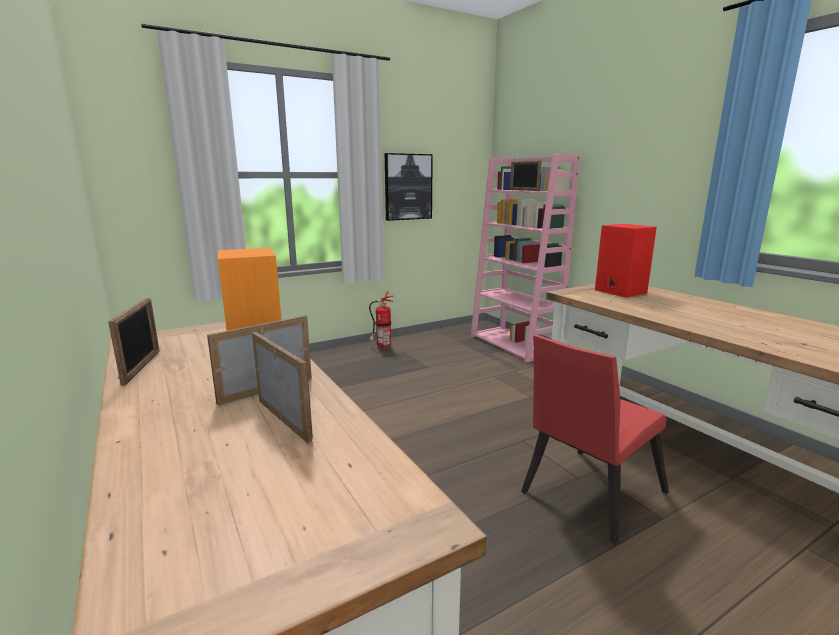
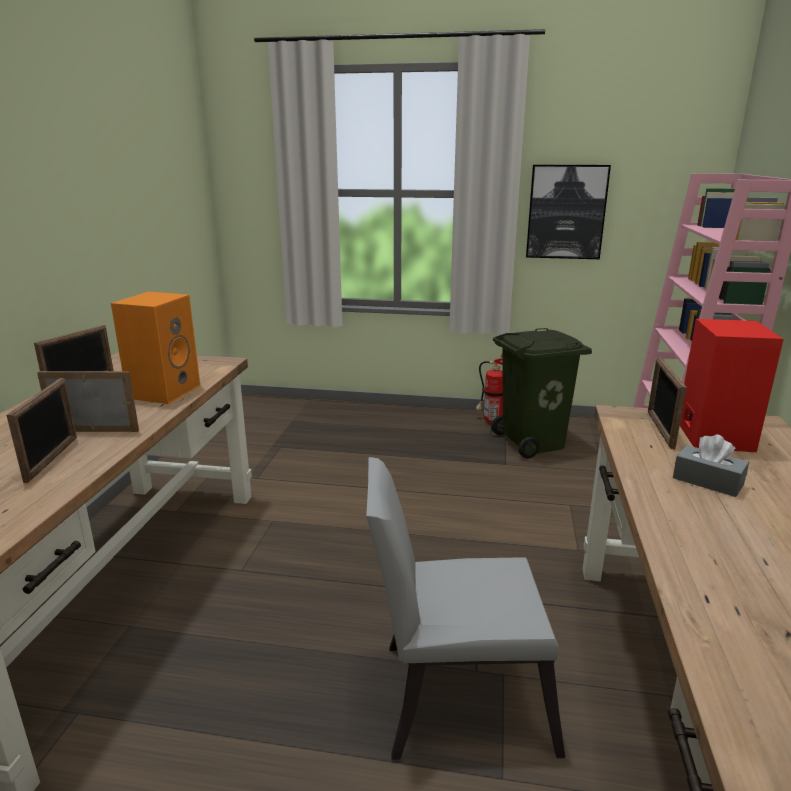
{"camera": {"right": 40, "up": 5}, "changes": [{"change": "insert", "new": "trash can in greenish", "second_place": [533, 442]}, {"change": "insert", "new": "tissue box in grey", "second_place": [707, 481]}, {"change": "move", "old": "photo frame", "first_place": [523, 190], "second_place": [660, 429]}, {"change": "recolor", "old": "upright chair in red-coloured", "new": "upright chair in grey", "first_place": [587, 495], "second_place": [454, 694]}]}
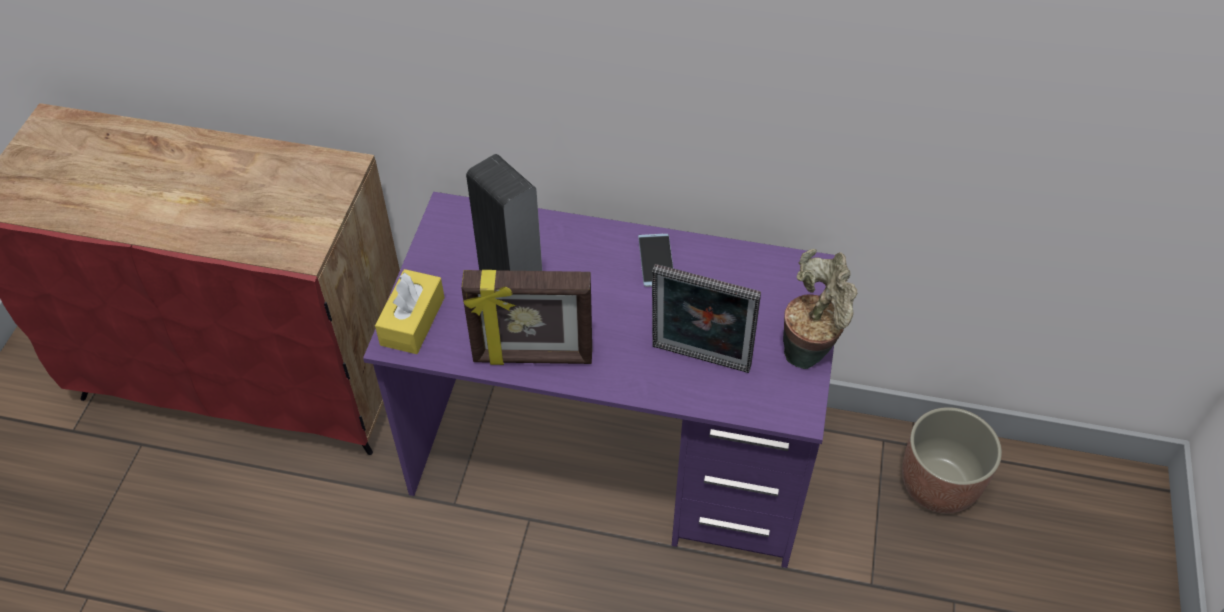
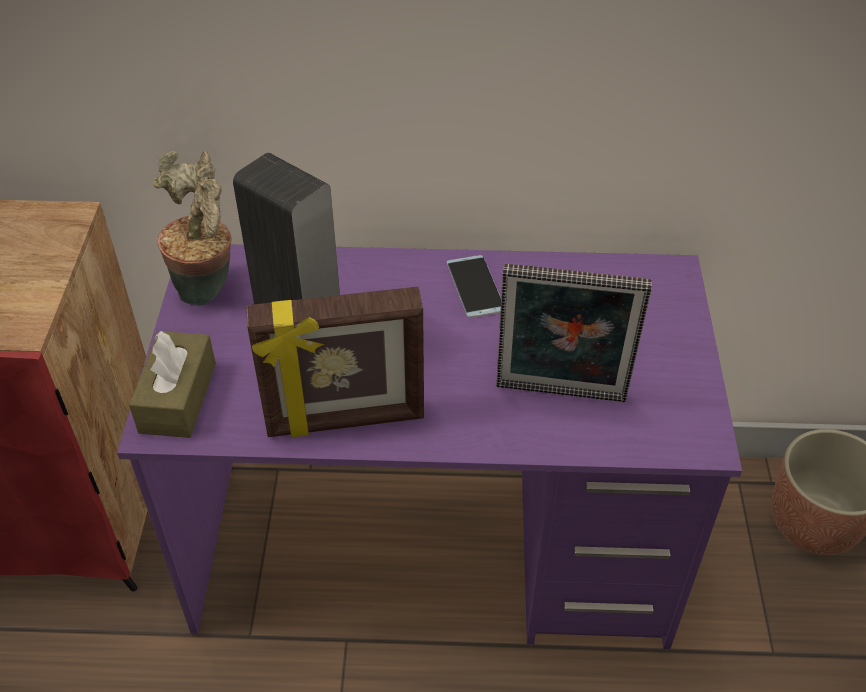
{"camera": {"right": -10, "up": -5}, "changes": [{"change": "move", "old": "houseplant", "first_place": [809, 352], "second_place": [208, 287]}, {"change": "recolor", "old": "tissue box in yellowish", "new": "tissue box in brown-coloured", "first_place": [412, 321], "second_place": [178, 397]}]}
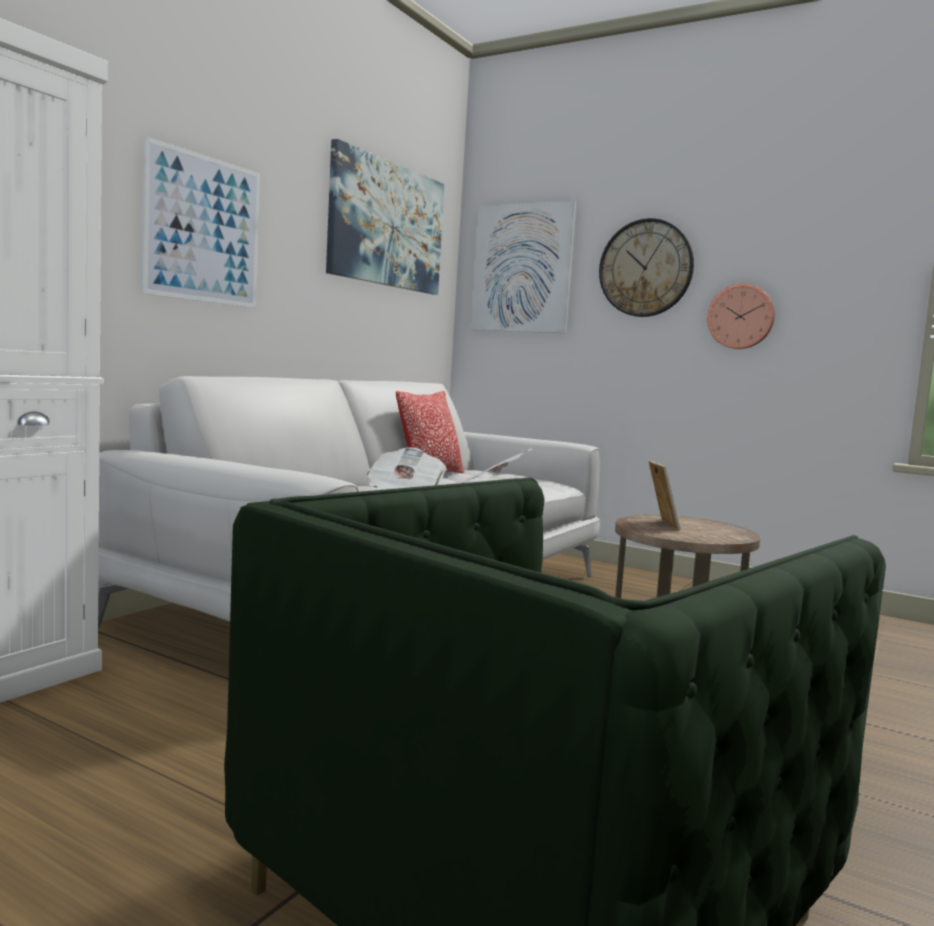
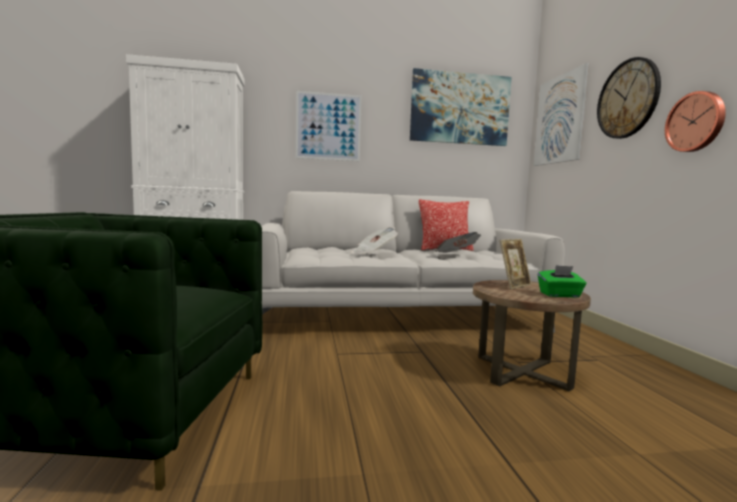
{"camera": {"right": 50, "up": 0}, "changes": [{"change": "insert", "new": "tissue box in greenish", "second_place": [560, 295]}]}
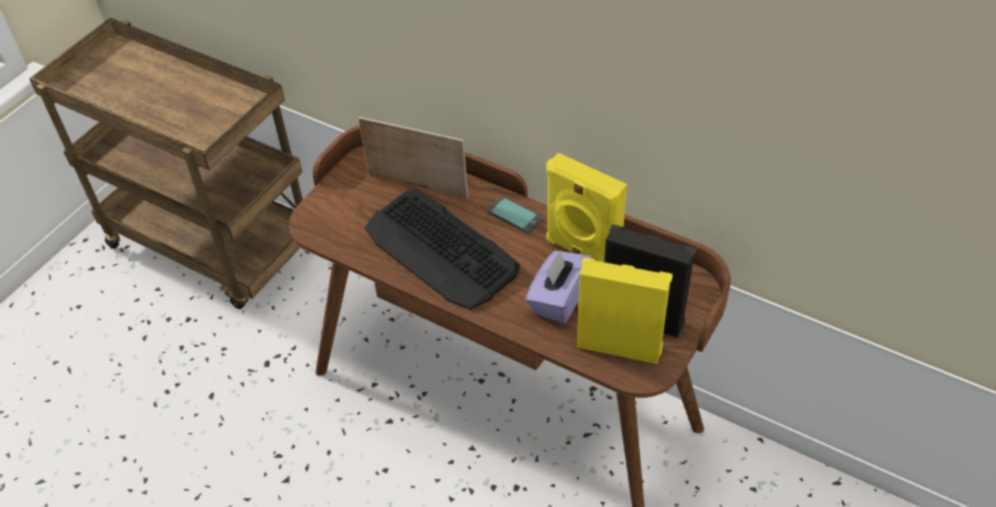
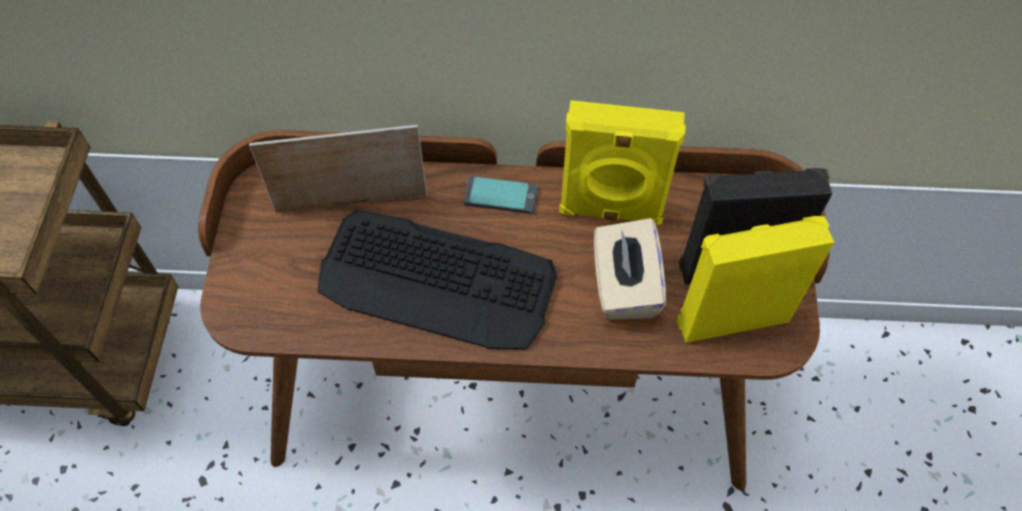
{"camera": {"right": -30, "up": 10}, "changes": [{"change": "recolor", "old": "tissue box in purplish", "new": "tissue box in sand-coloured", "first_place": [559, 299], "second_place": [624, 286]}]}
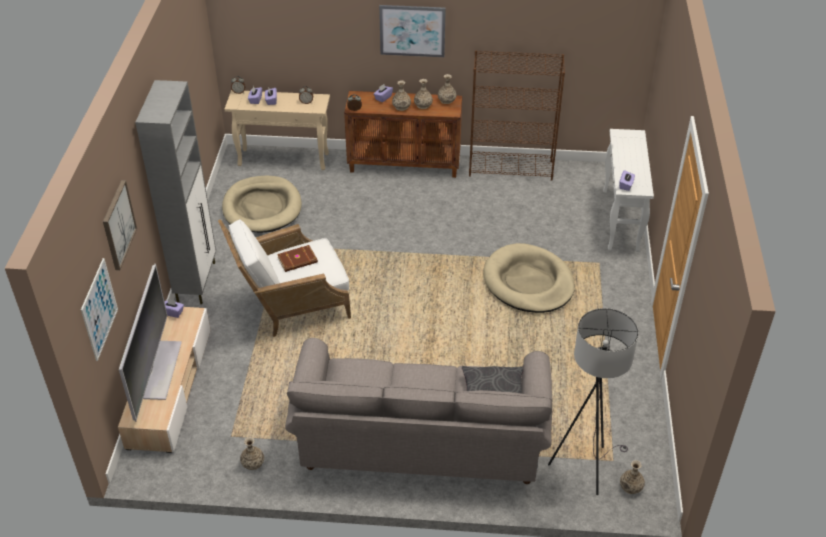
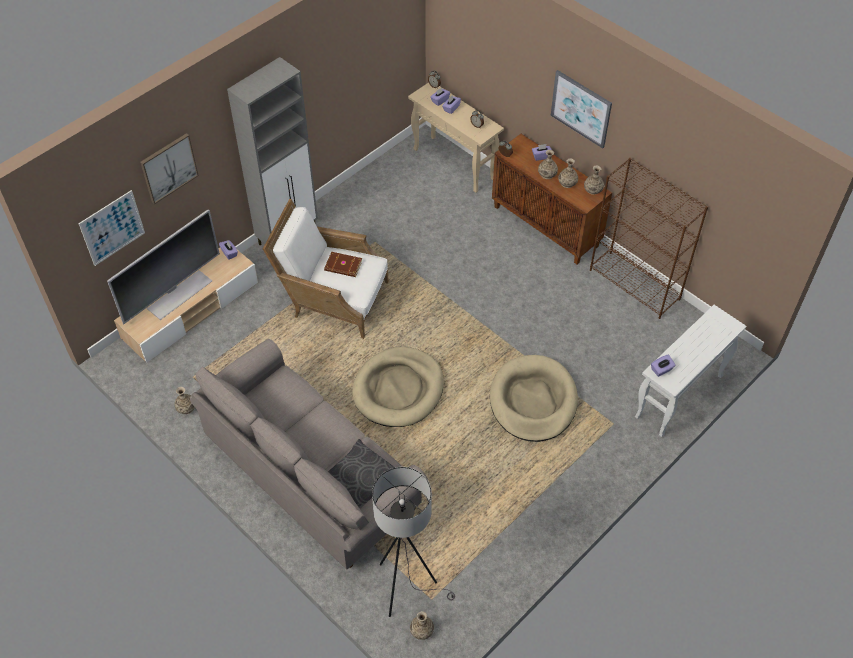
{"camera": {"right": 40, "up": 10}, "changes": [{"change": "move", "old": "dog bed in sand-coloured", "first_place": [262, 207], "second_place": [398, 389]}]}
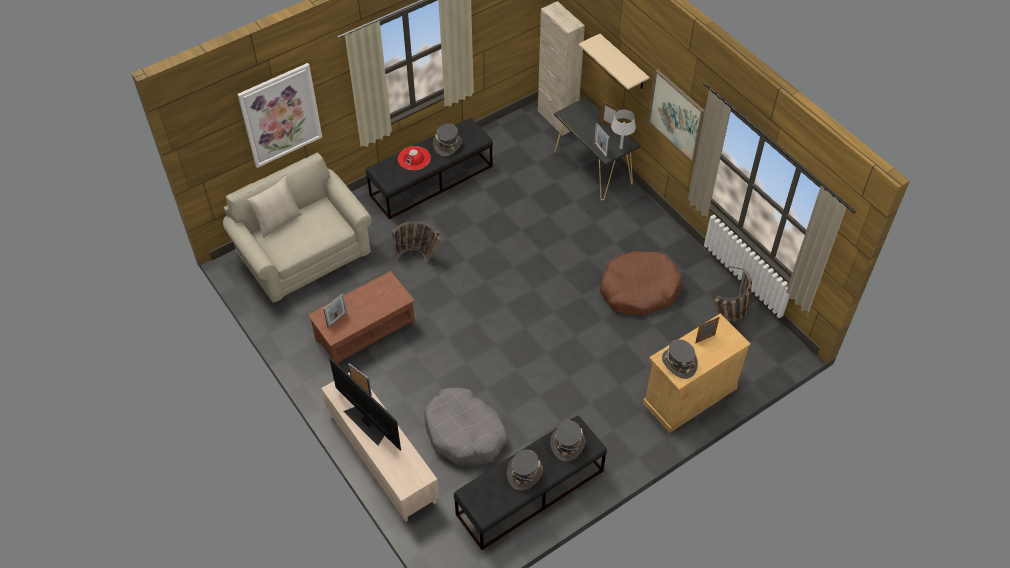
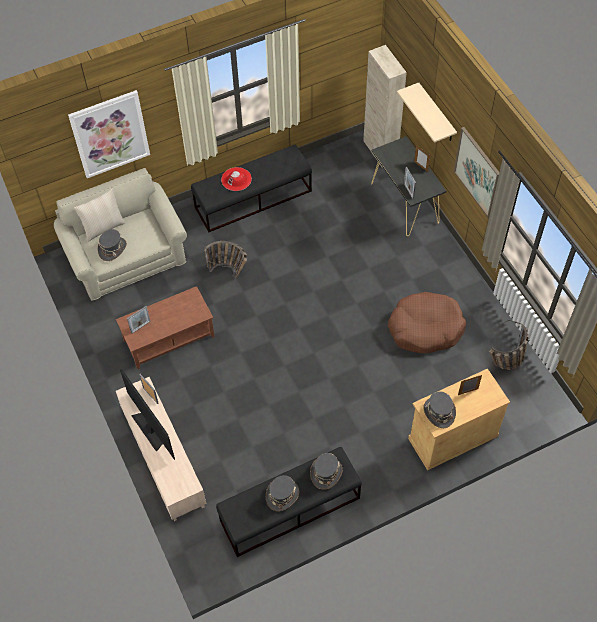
{"camera": {"right": 10, "up": 5}, "changes": [{"change": "delete", "old": "dog bed in grey", "first_place": [464, 433]}, {"change": "delete", "old": "lamp for a table in grey", "first_place": [620, 147]}, {"change": "move", "old": "hat in grey", "first_place": [448, 145], "second_place": [112, 249]}]}
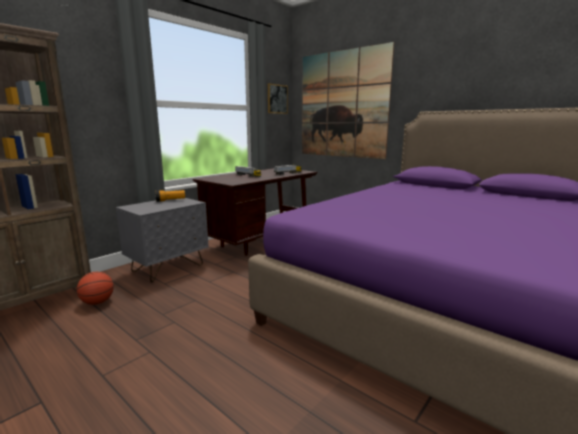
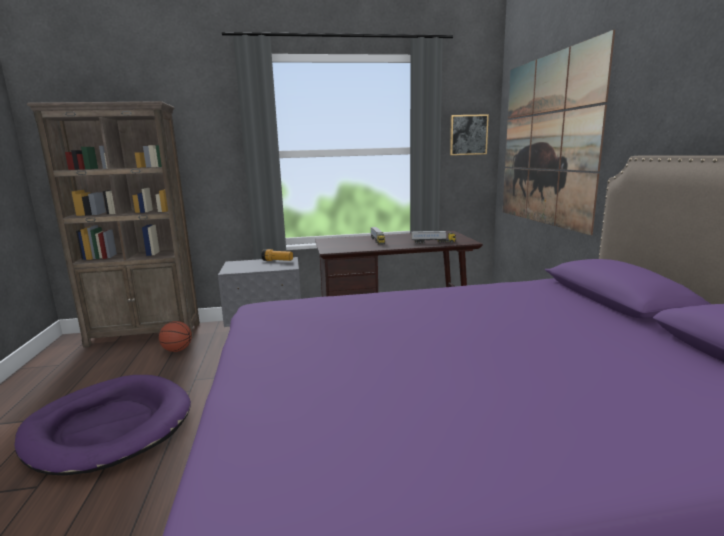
{"camera": {"right": 40, "up": 0}, "changes": [{"change": "insert", "new": "dog bed in purplish", "second_place": [109, 427]}]}
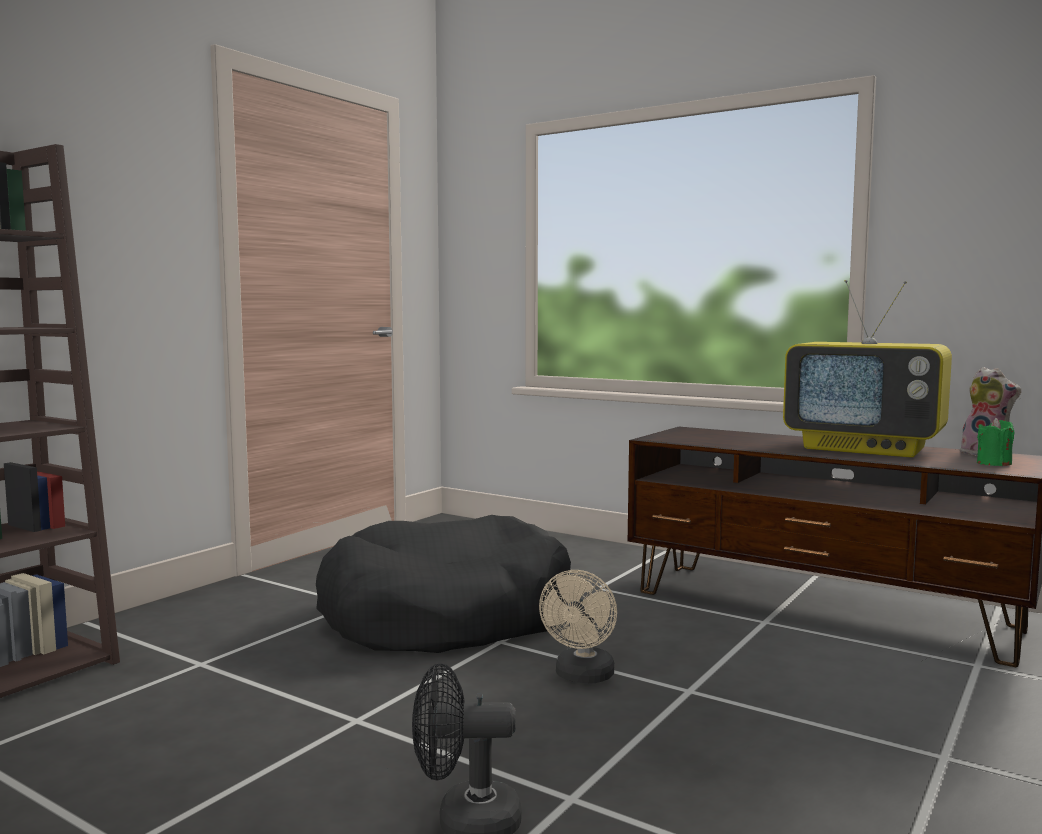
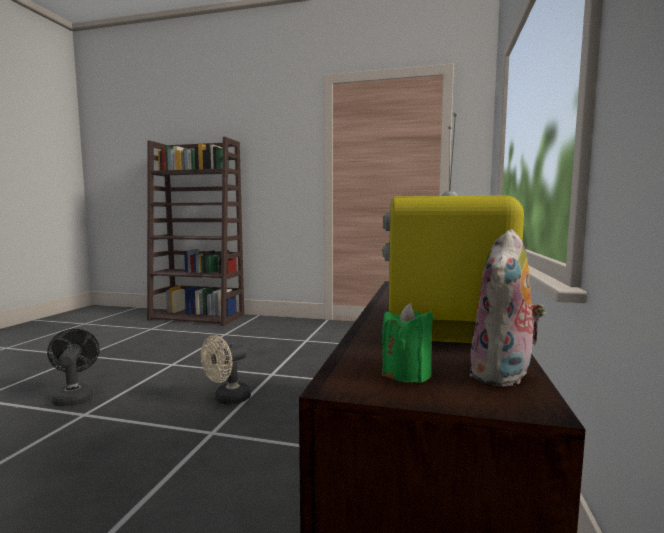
{"camera": {"right": 70, "up": 0}, "changes": [{"change": "delete", "old": "dog bed in black", "first_place": [445, 616]}, {"change": "rotate", "old": "cooling fan in sand-coloured", "first_place": [582, 677], "second_place": [227, 399], "degrees": -45}]}
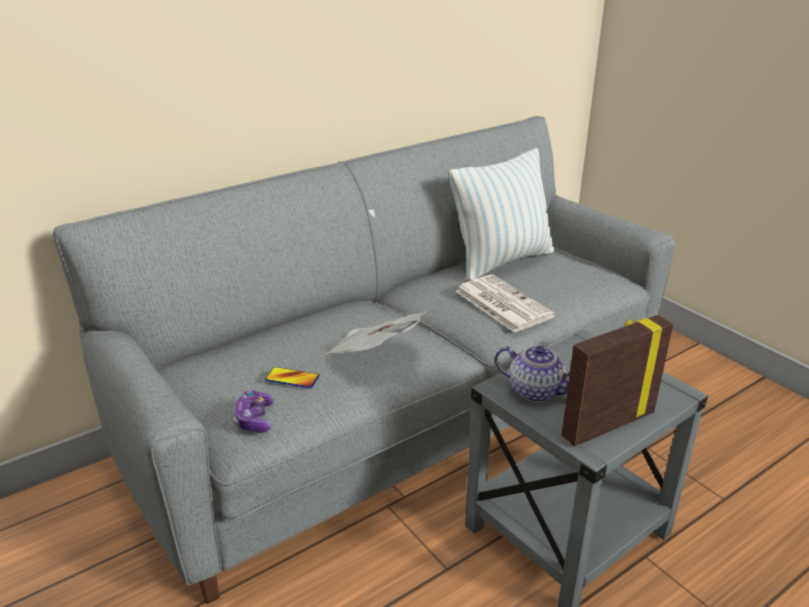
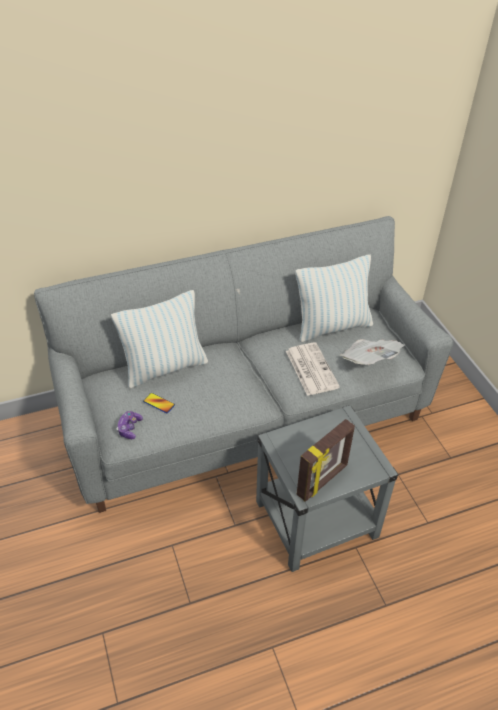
{"camera": {"right": 15, "up": 15}, "changes": [{"change": "delete", "old": "teapot", "first_place": [535, 390]}, {"change": "insert", "new": "throw pillow", "second_place": [165, 367]}, {"change": "move", "old": "printed paper", "first_place": [374, 356], "second_place": [369, 361]}, {"change": "rotate", "old": "photo frame", "first_place": [606, 424], "second_place": [323, 480], "degrees": 150}]}
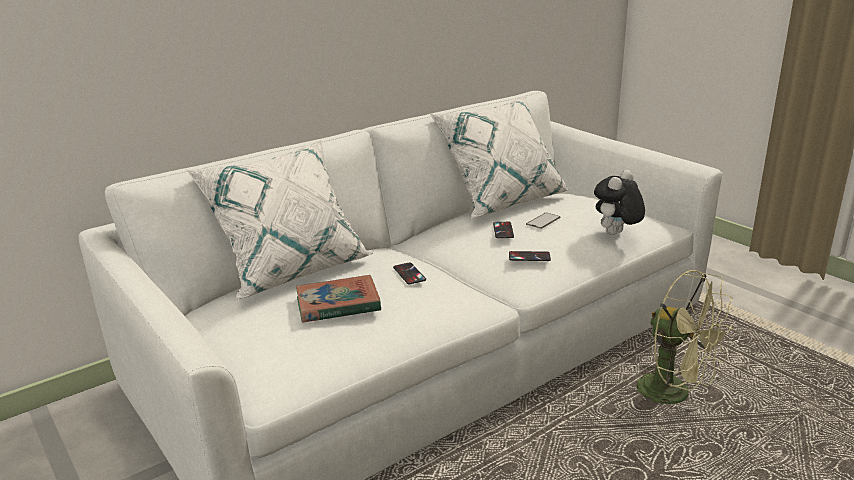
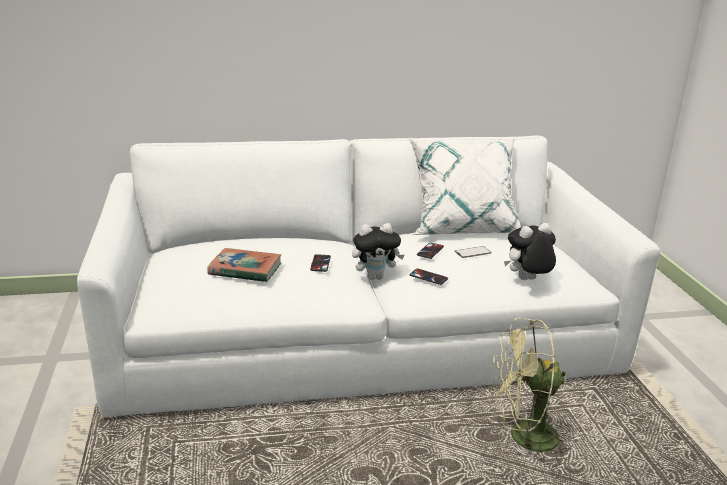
{"camera": {"right": 25, "up": 0}, "changes": [{"change": "delete", "old": "throw pillow in white-coloured", "first_place": [290, 269]}, {"change": "insert", "new": "cuddly toy", "second_place": [375, 277]}, {"change": "rotate", "old": "cooling fan in greenish", "first_place": [675, 394], "second_place": [523, 438], "degrees": 105}]}
